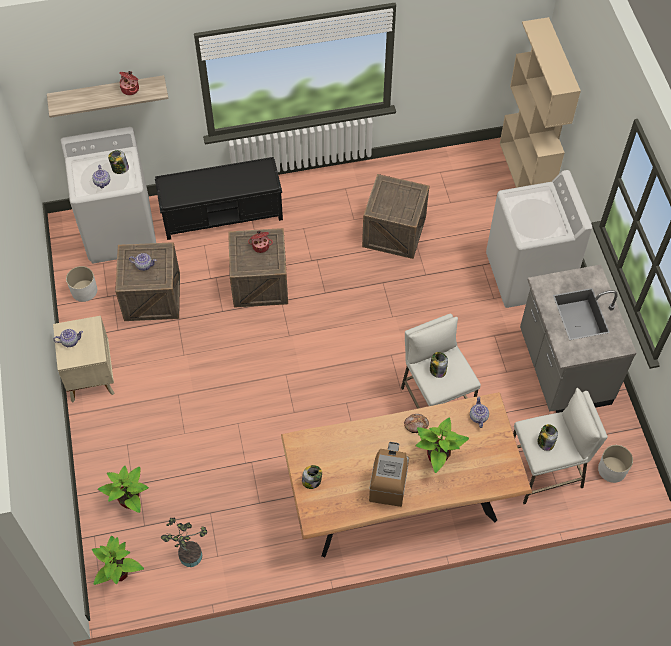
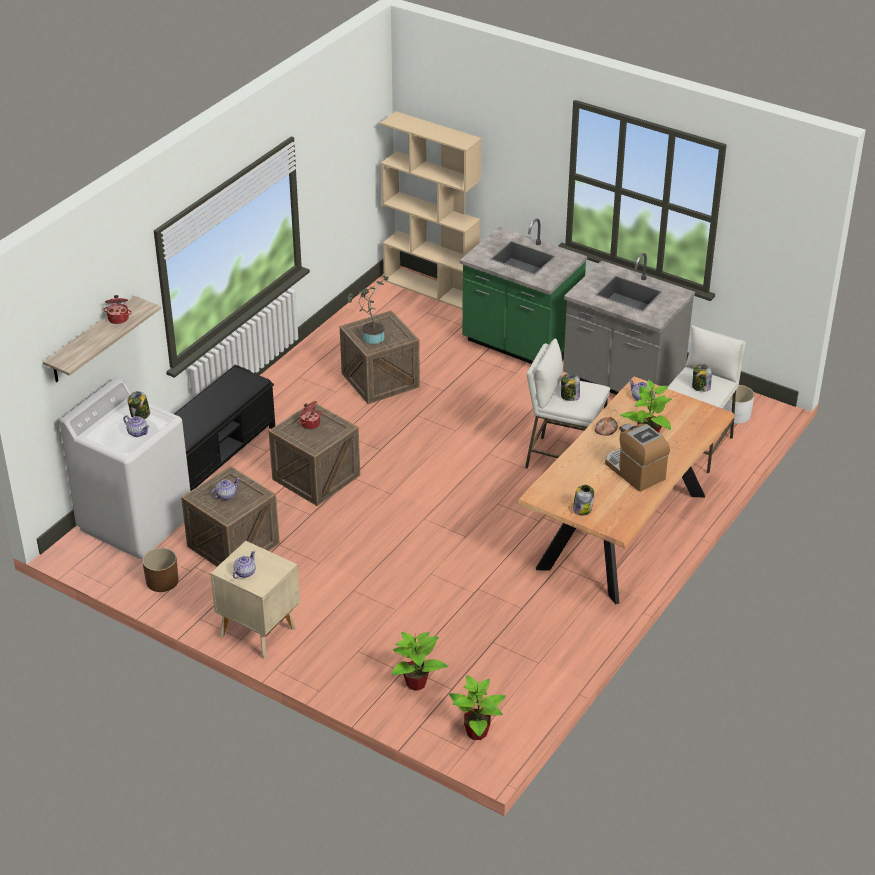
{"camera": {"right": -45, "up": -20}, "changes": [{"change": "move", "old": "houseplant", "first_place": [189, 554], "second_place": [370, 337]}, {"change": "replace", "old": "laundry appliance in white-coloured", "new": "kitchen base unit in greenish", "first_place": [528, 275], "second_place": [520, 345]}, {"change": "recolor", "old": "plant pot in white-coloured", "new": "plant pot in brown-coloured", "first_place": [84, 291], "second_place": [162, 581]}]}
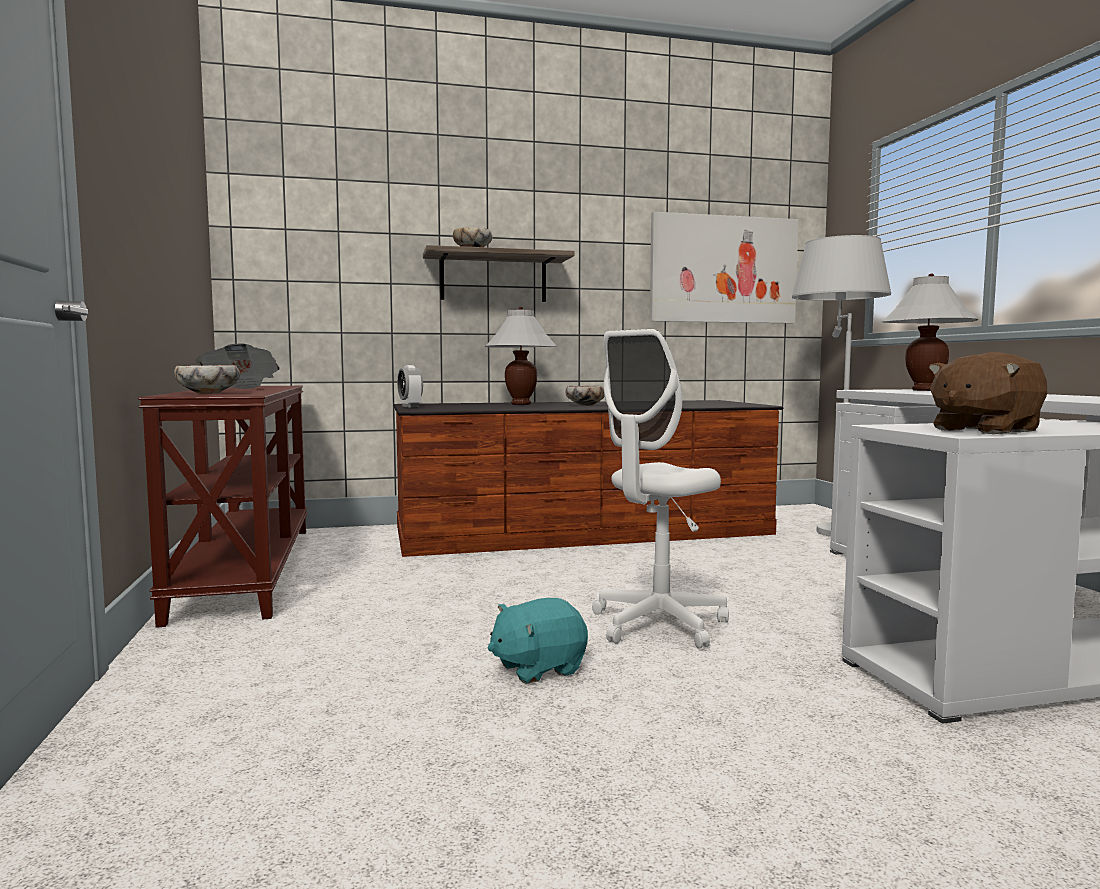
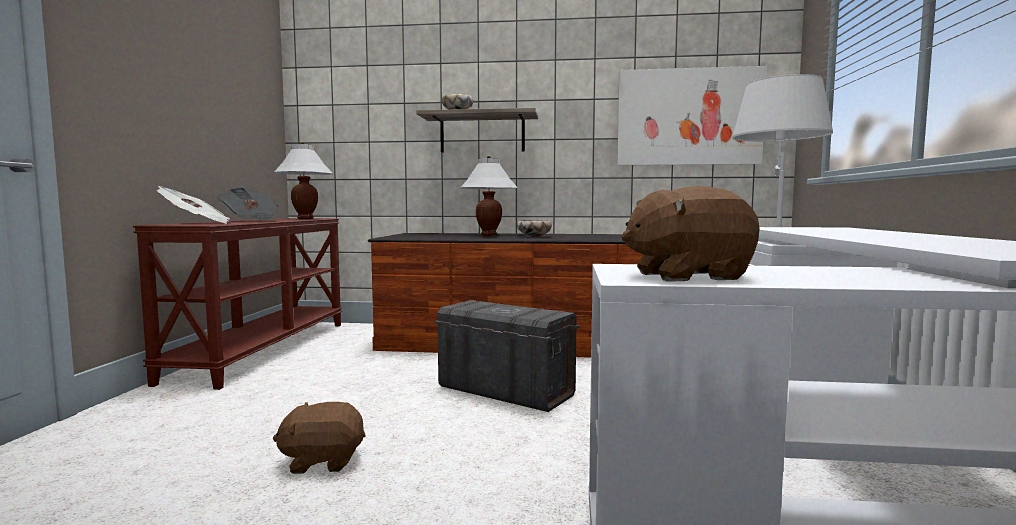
{"camera": {"right": 20, "up": 0}, "changes": [{"change": "delete", "old": "bedside clock", "first_place": [410, 406]}, {"change": "delete", "old": "office chair in white-coloured", "first_place": [658, 625]}, {"change": "insert", "new": "storage box in grey", "second_place": [505, 390]}, {"change": "move", "old": "lamp for a table in white-coloured", "first_place": [924, 390], "second_place": [305, 218]}, {"change": "replace", "old": "serving bowl", "new": "printed paper", "first_place": [209, 393], "second_place": [197, 223]}, {"change": "recolor", "old": "cuddly toy in blue-green", "new": "cuddly toy in brown-coloured", "first_place": [538, 668], "second_place": [323, 461]}]}
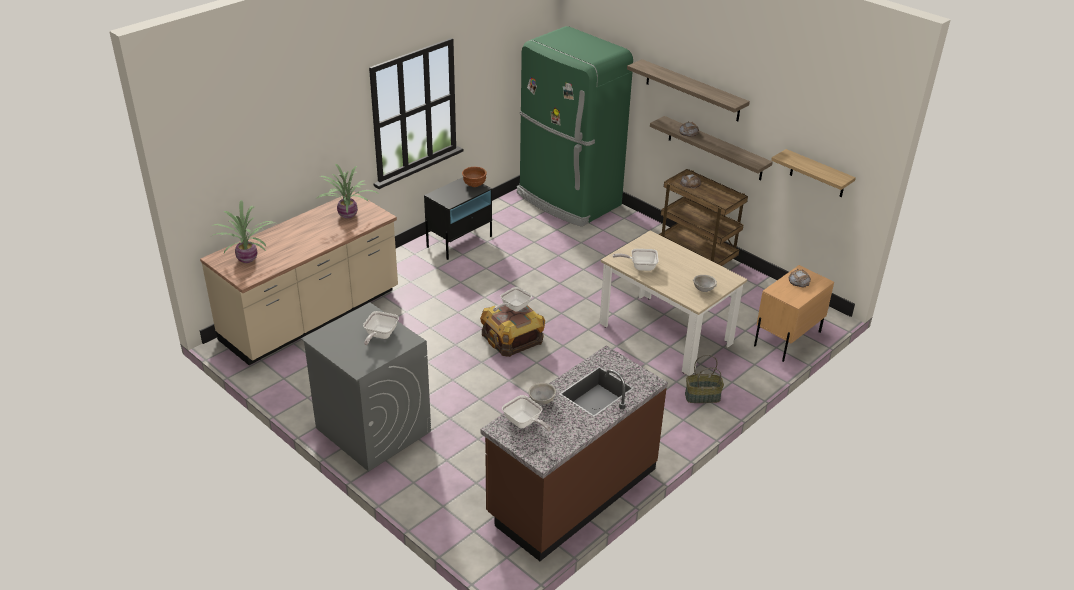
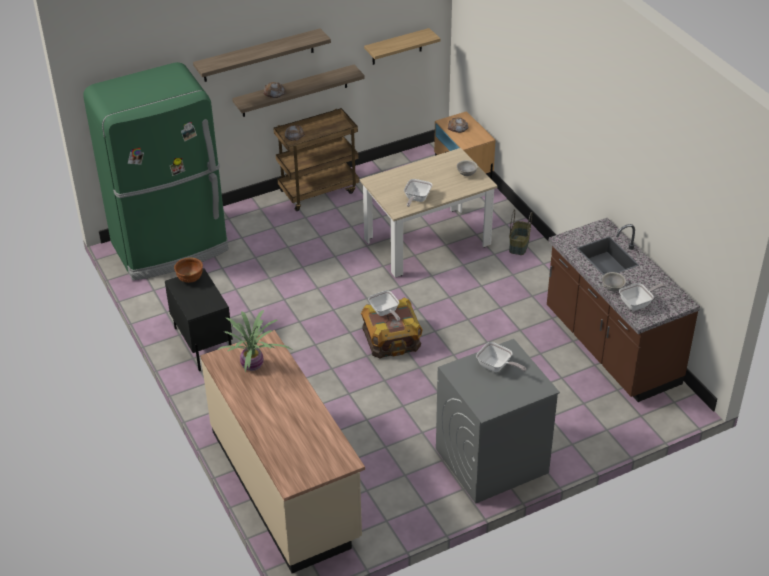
{"camera": {"right": -70, "up": 5}, "changes": [{"change": "delete", "old": "houseplant", "first_place": [248, 259]}]}
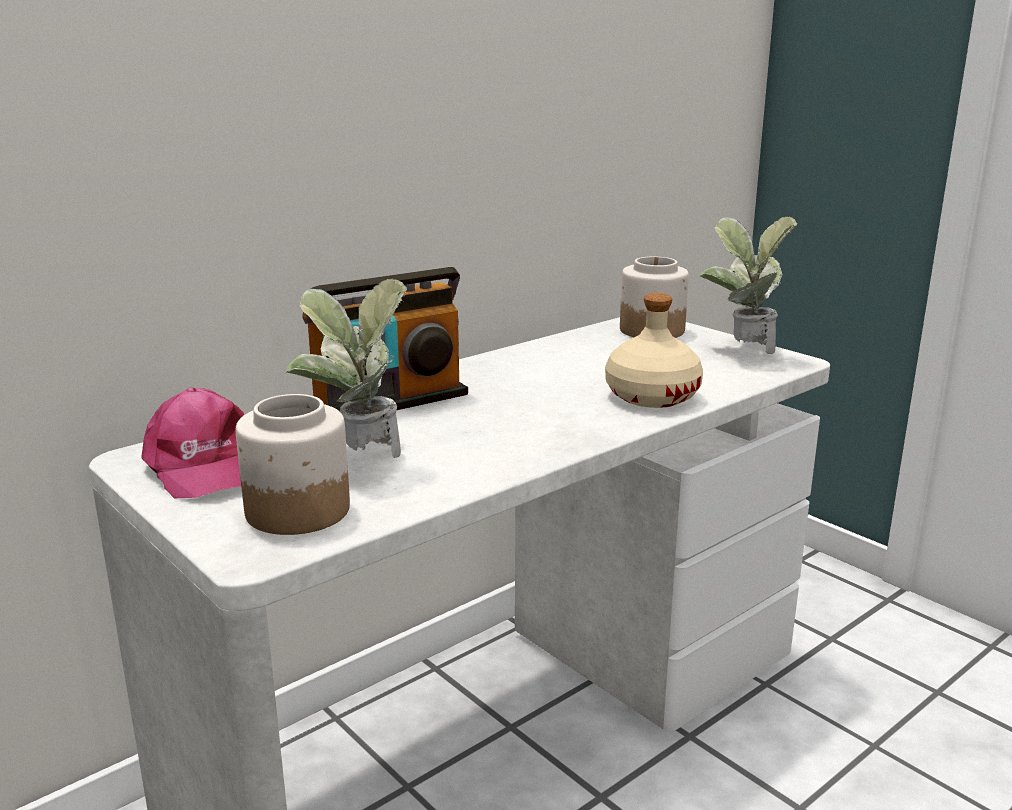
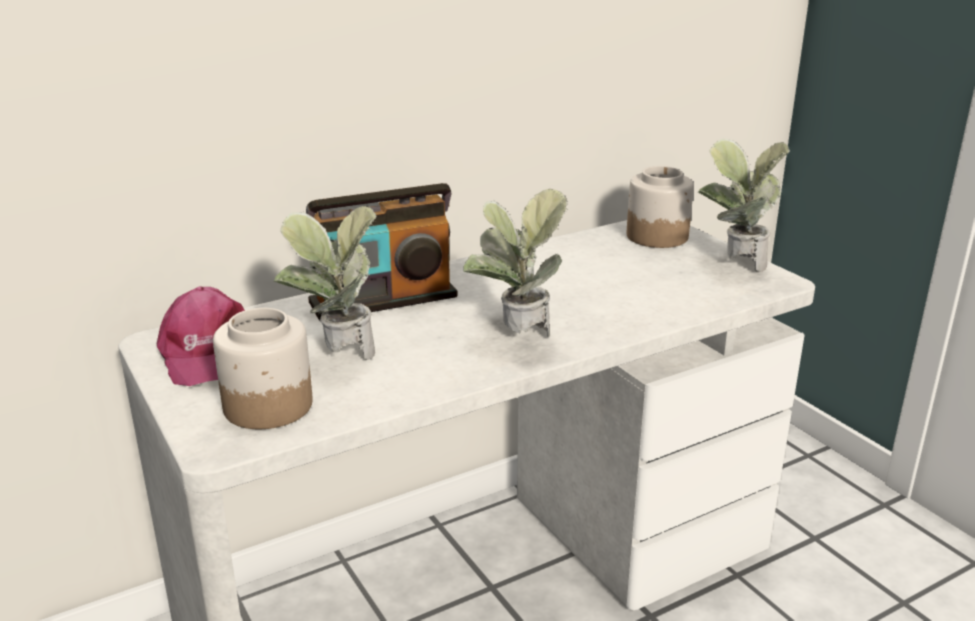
{"camera": {"right": 10, "up": 5}, "changes": [{"change": "delete", "old": "bottle in sand-coloured", "first_place": [651, 396]}, {"change": "insert", "new": "houseplant", "second_place": [516, 337]}]}
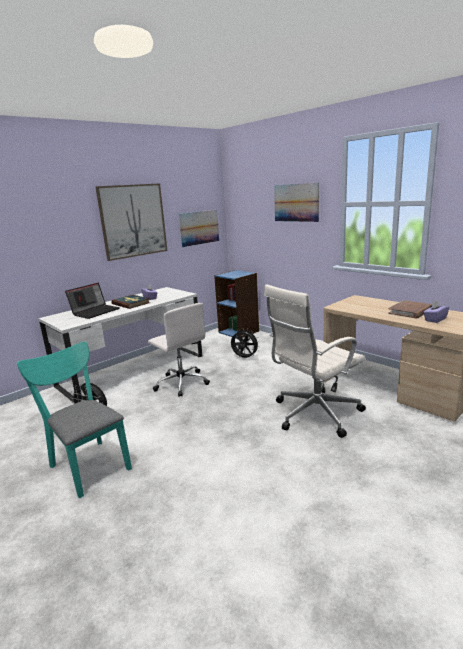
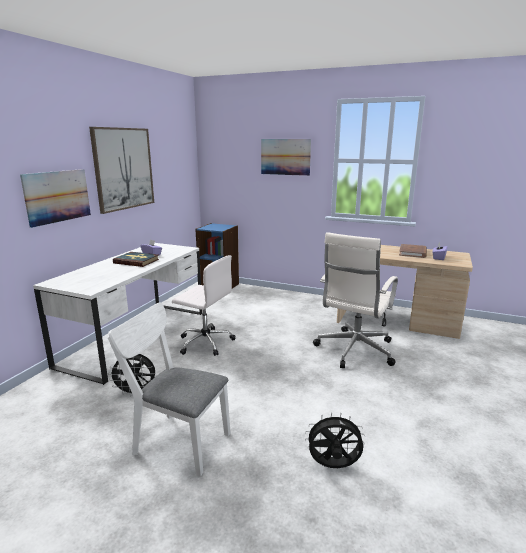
{"camera": {"right": -25, "up": 0}, "changes": [{"change": "delete", "old": "notebook computer", "first_place": [95, 311]}, {"change": "move", "old": "wall art", "first_place": [199, 227], "second_place": [58, 196]}, {"change": "move", "old": "cooling fan in black", "first_place": [244, 358], "second_place": [333, 466]}, {"change": "recolor", "old": "upright chair in blue-green", "new": "upright chair in white-coloured", "first_place": [87, 464], "second_place": [176, 441]}]}
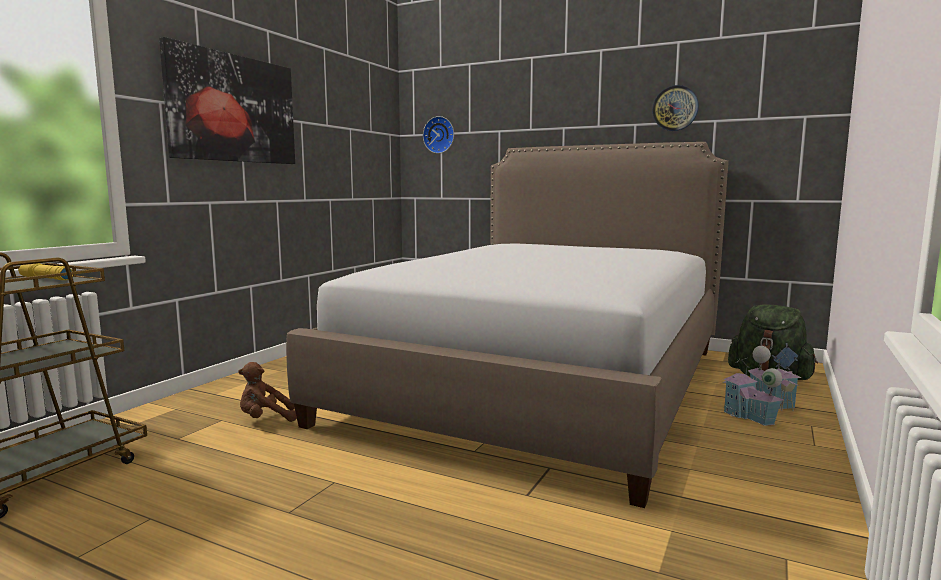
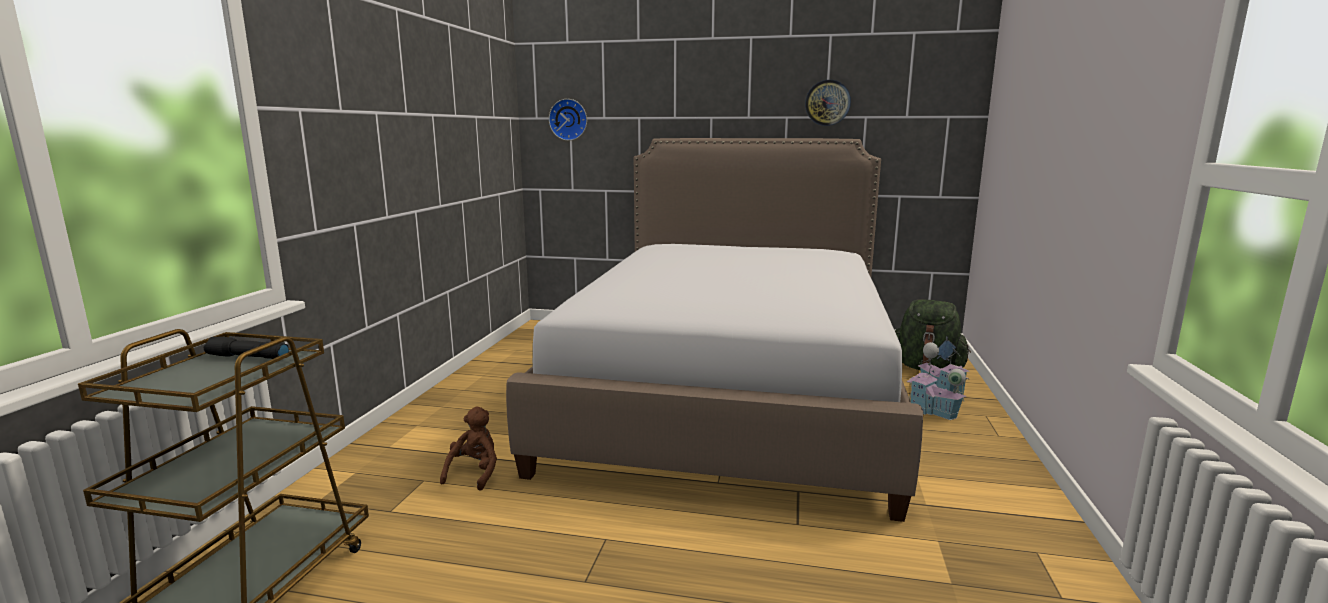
{"camera": {"right": -15, "up": 5}, "changes": [{"change": "delete", "old": "wall art", "first_place": [233, 108]}, {"change": "recolor", "old": "flashlight in yellowish", "new": "flashlight in black", "first_place": [45, 279], "second_place": [247, 357]}, {"change": "rotate", "old": "cuddly toy in brown-coloured", "first_place": [266, 419], "second_place": [474, 473], "degrees": 135}]}
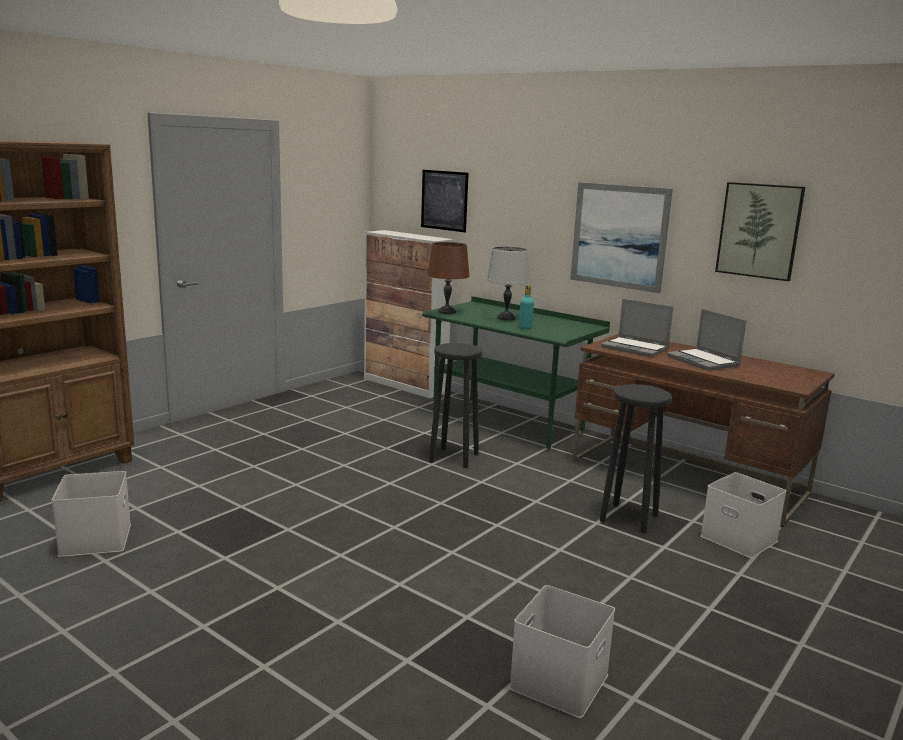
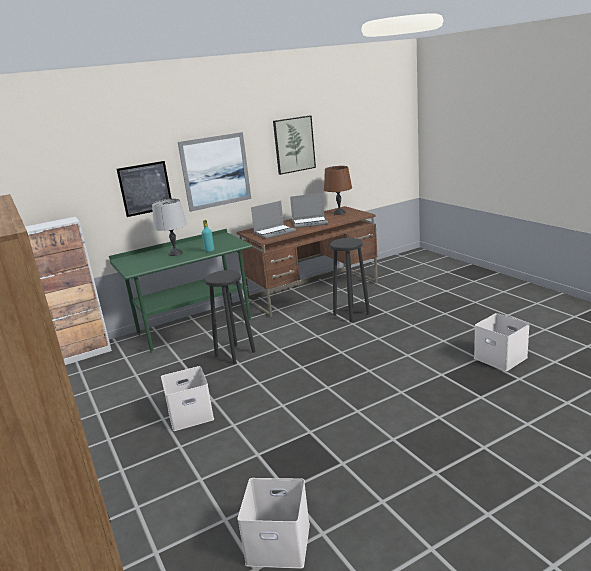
{"camera": {"right": -65, "up": 5}, "changes": [{"change": "move", "old": "wall art", "first_place": [444, 200], "second_place": [145, 188]}, {"change": "move", "old": "lamp for a table in brown-coloured", "first_place": [446, 312], "second_place": [339, 213]}, {"change": "move", "old": "storage box in white-coloured", "first_place": [737, 538], "second_place": [189, 415]}]}
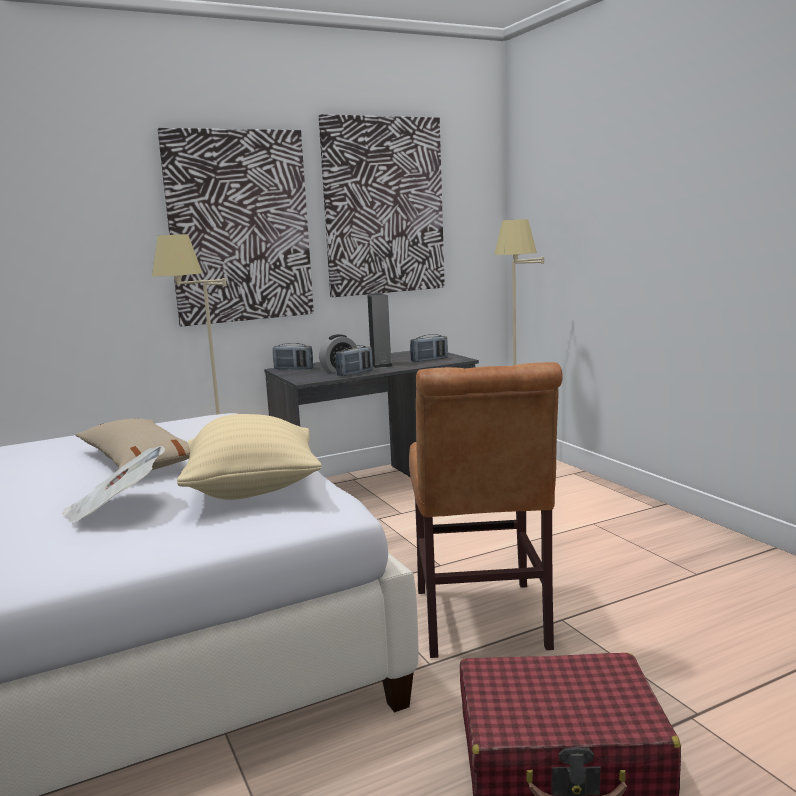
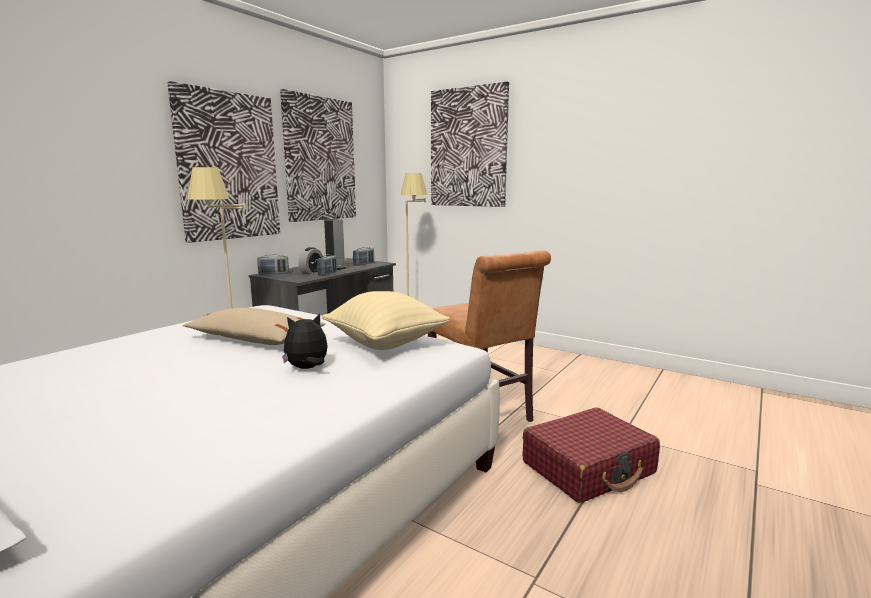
{"camera": {"right": -30, "up": 0}, "changes": [{"change": "insert", "new": "wall art", "second_place": [468, 148]}, {"change": "replace", "old": "printed paper", "new": "cuddly toy", "first_place": [115, 511], "second_place": [307, 368]}]}
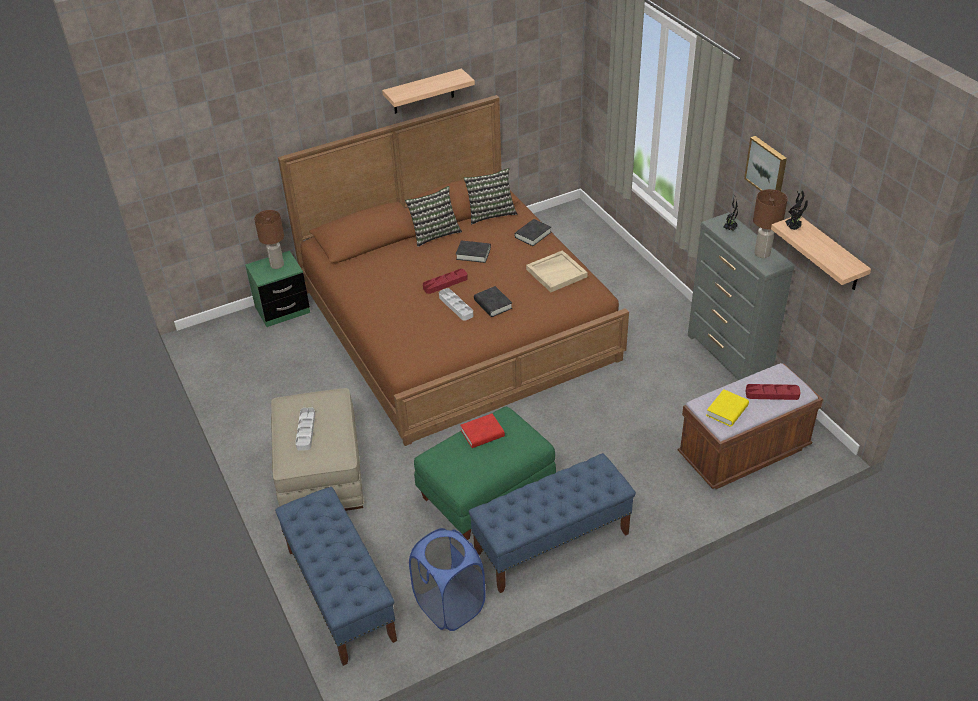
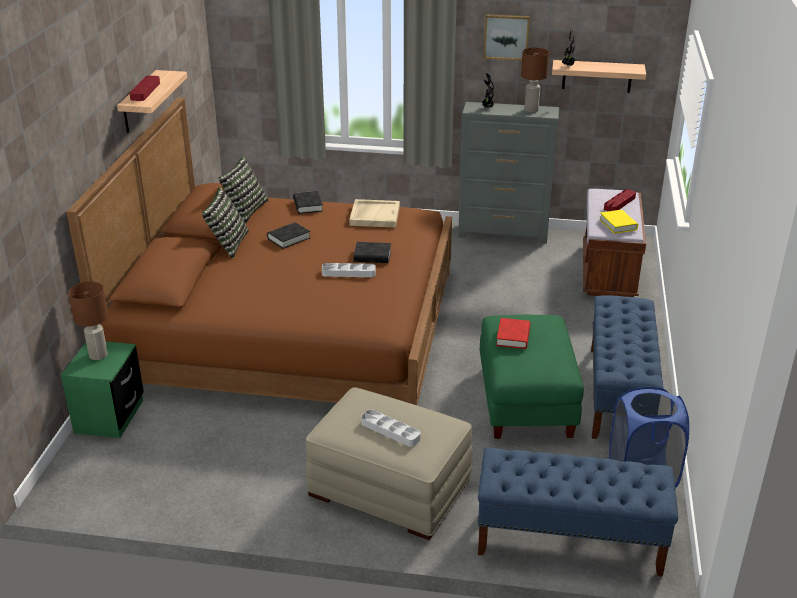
{"camera": {"right": -55, "up": -10}, "changes": [{"change": "move", "old": "tray in red-coloured", "first_place": [445, 283], "second_place": [145, 91]}]}
